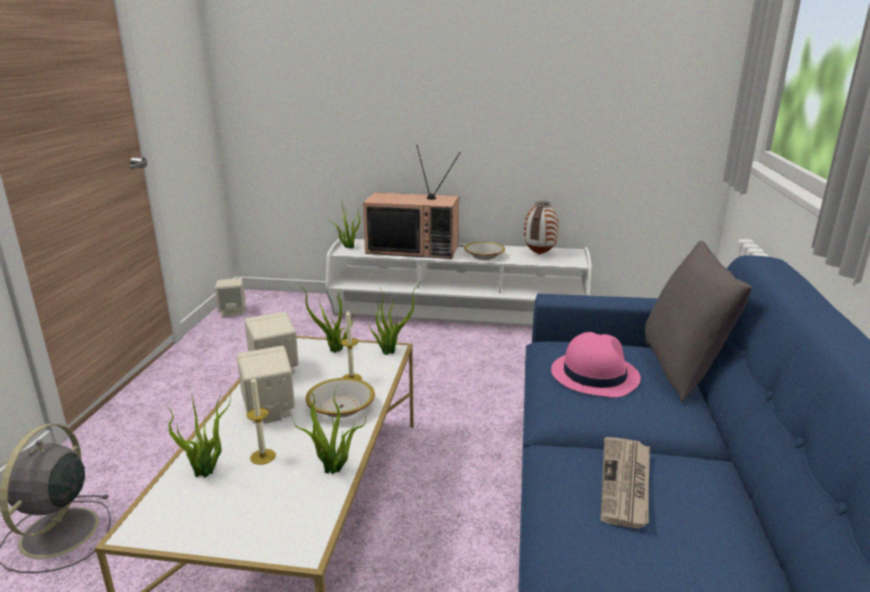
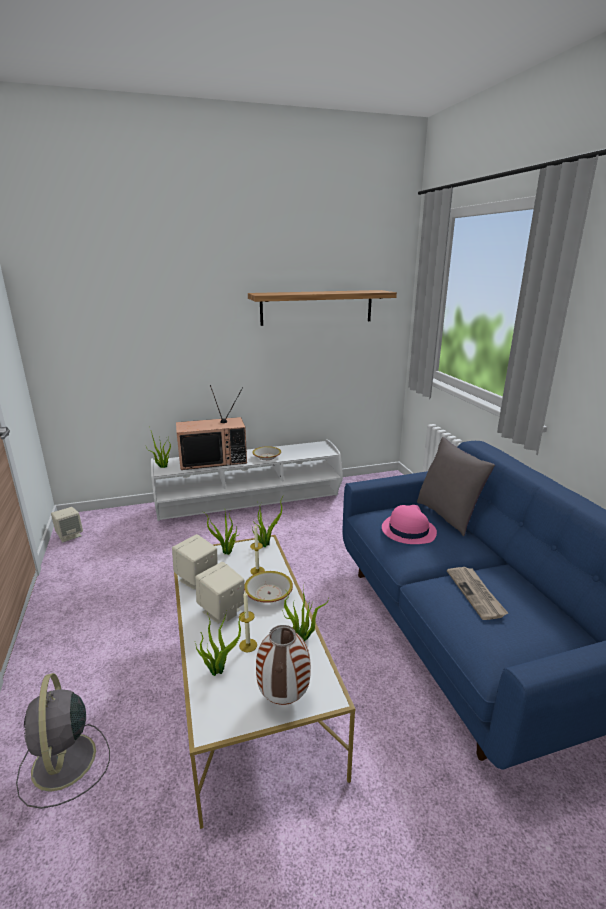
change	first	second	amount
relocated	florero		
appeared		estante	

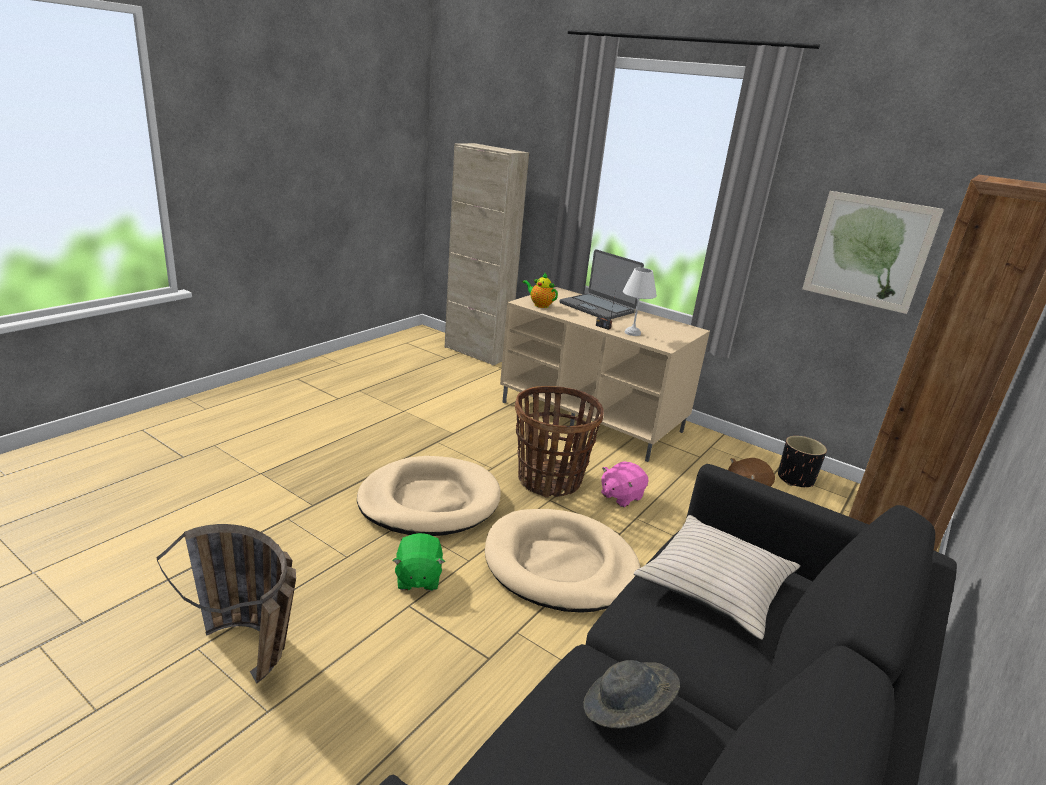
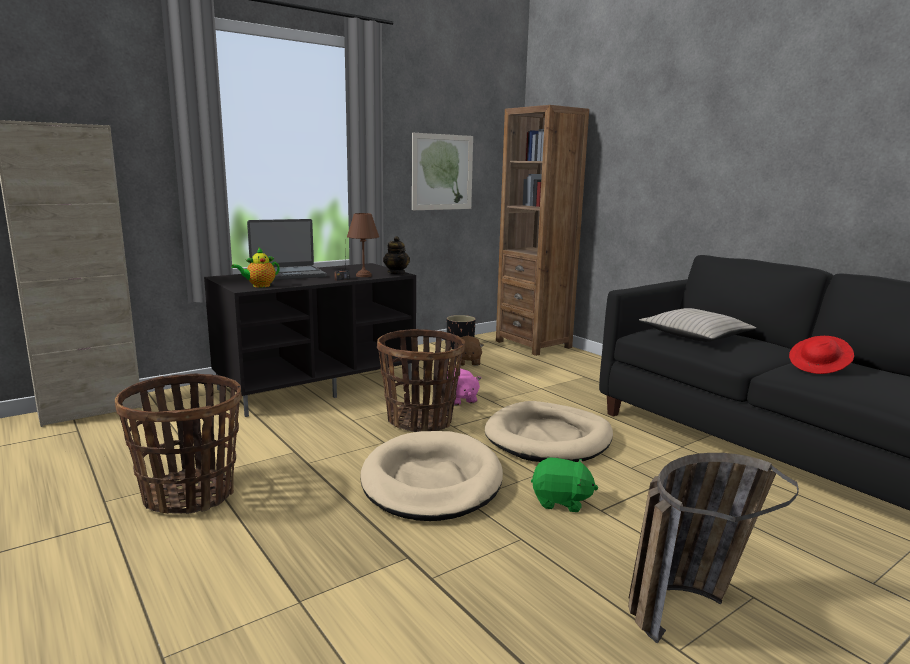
change	first	second	amount
colour	lámpara de mesa/blanco	lámpara de mesa/marrón	
colour	mueble de televisión/beis	mueble de televisión/negro	
colour	sombrero/gris	sombrero/rojo	
appeared		tetera (no. 2 from left)	
appeared		cesta (no. 1 from left)	

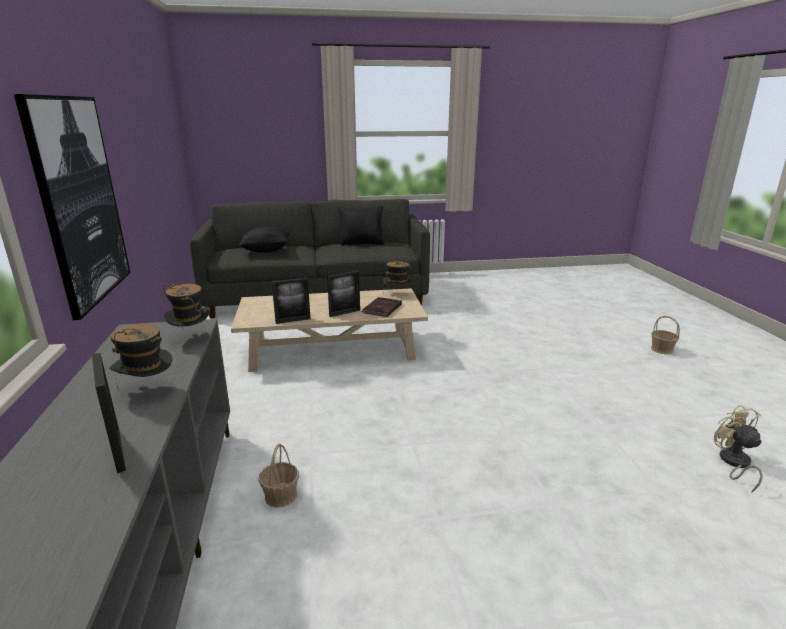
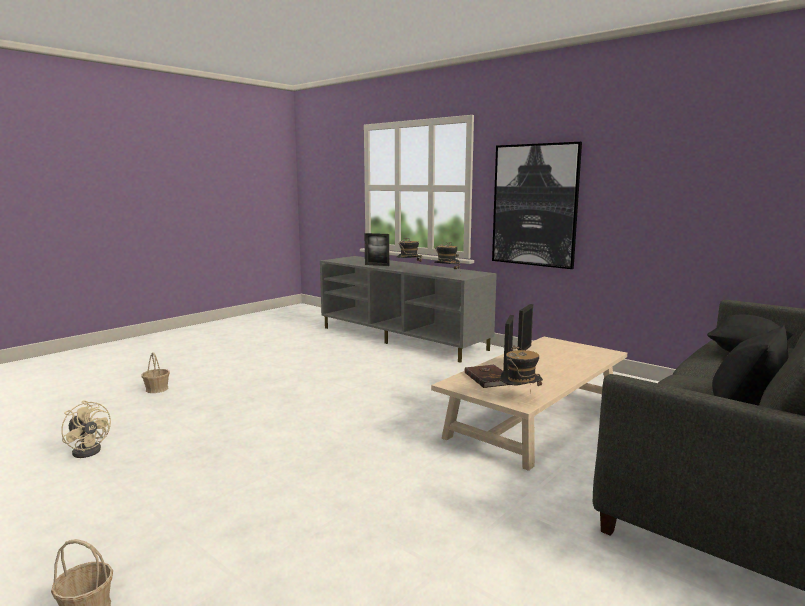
change	first	second	amount
relocated	cesta (no. 1 from left in the first image)	cesta (no. 2 from left)	

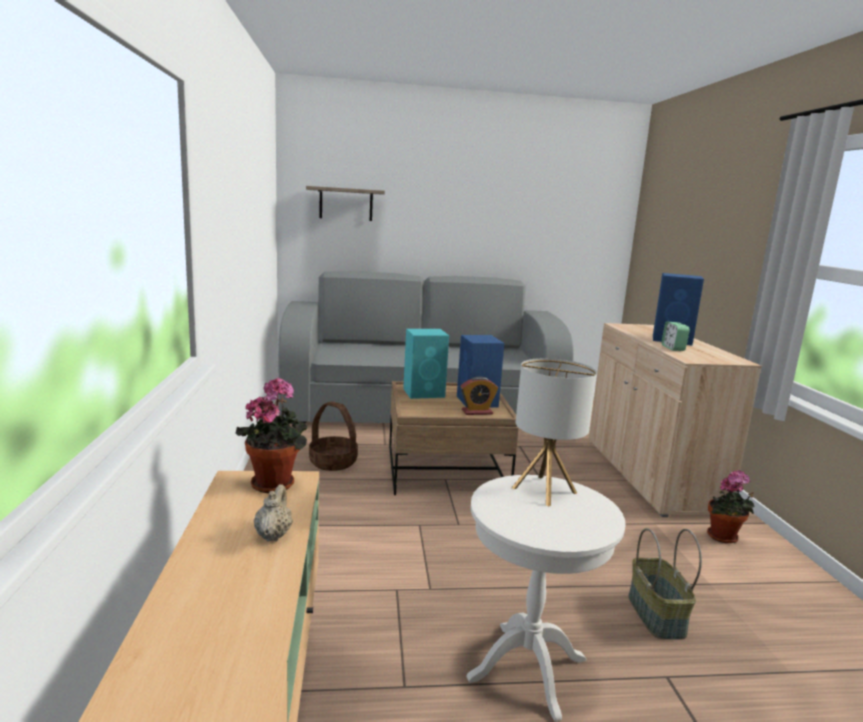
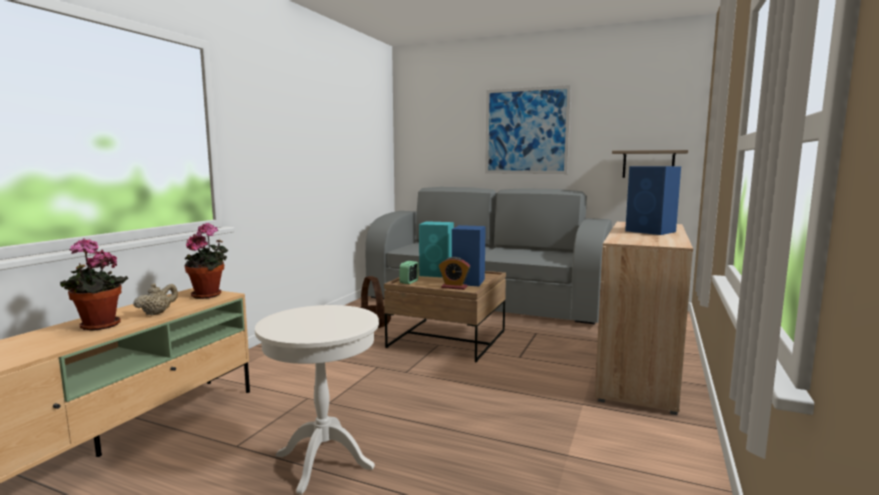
change	first	second	amount
relocated	estante		
relocated	despertador (no. 2 from left in the first image)	despertador (no. 1 from left)	
missing	lámpara de mesa		
relocated	planta en maceta (no. 2 from left in the first image)	planta en maceta (no. 1 from left)	
missing	cesta (no. 2 from left)		
appeared		cuadro	

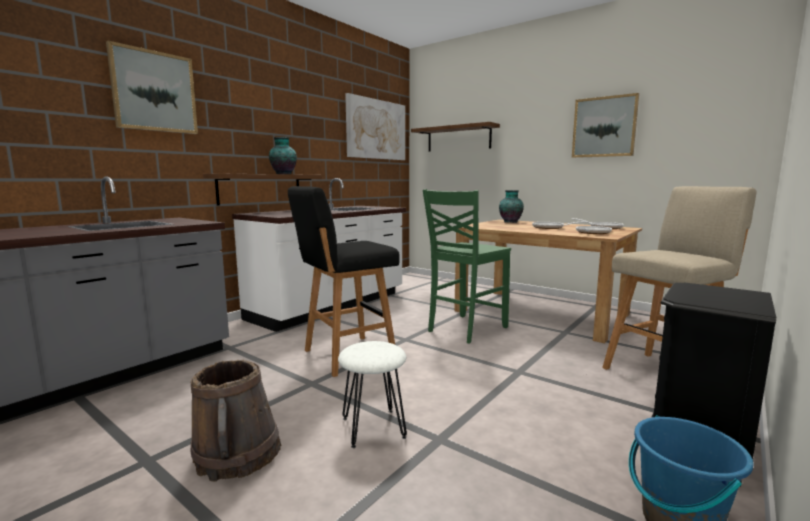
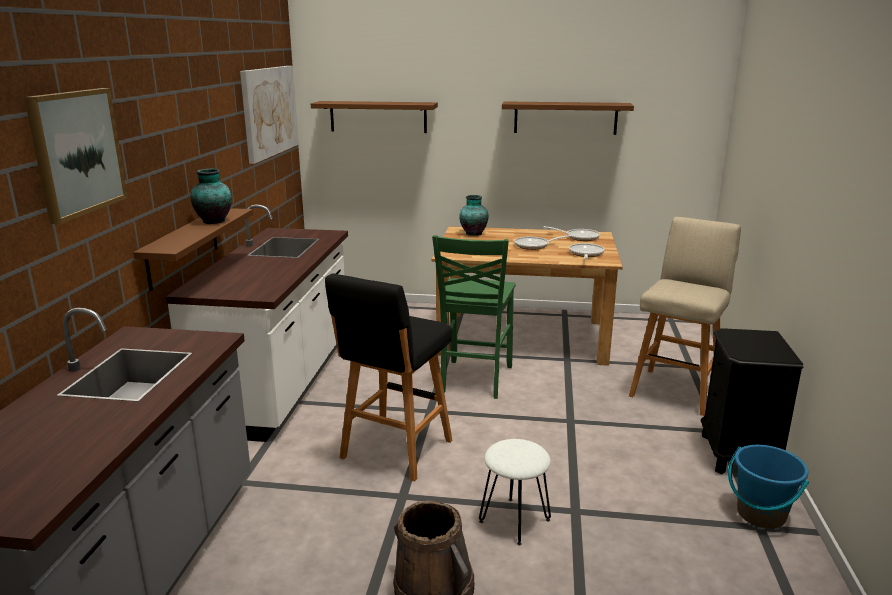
change	first	second	amount
exchanged	cuadro (no. 3 from left)	estante/marrón (no. 3 from left)	

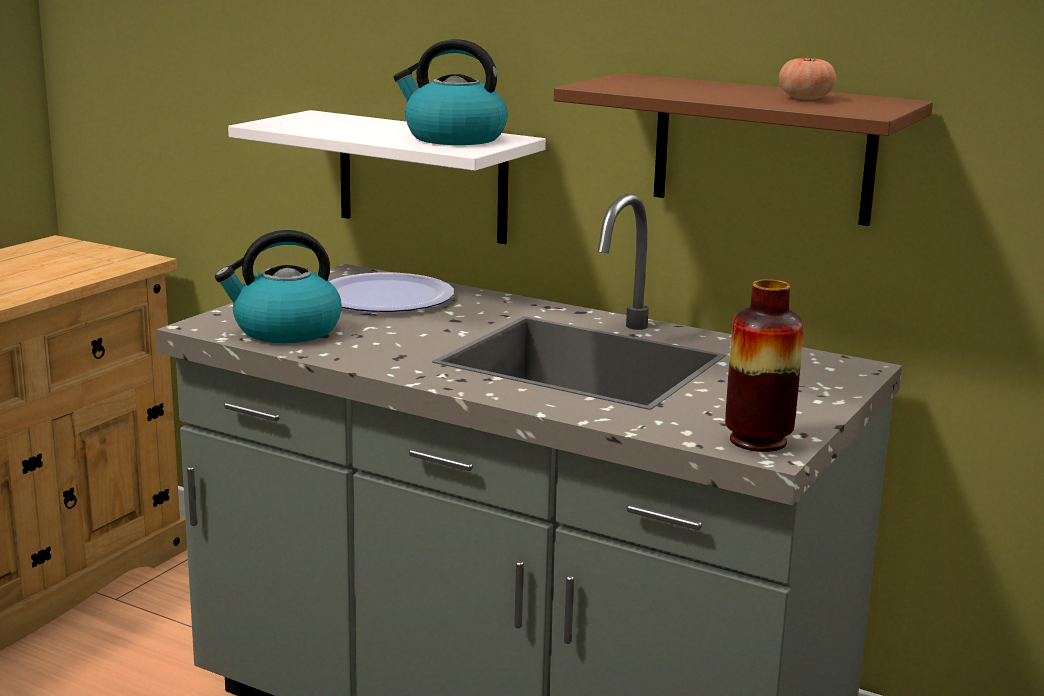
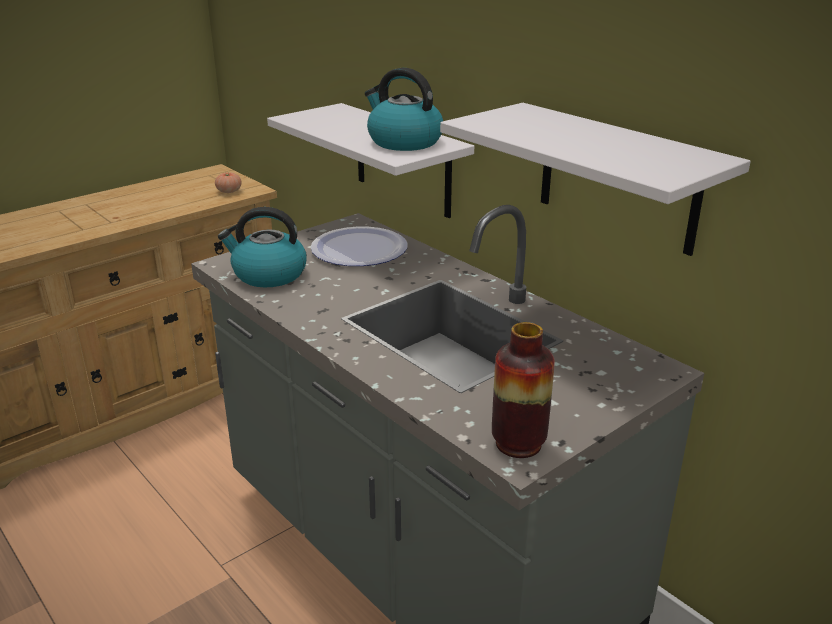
change	first	second	amount
relocated	tomate		
colour	estante/marrón	estante/blanco (no. 2 from left)	

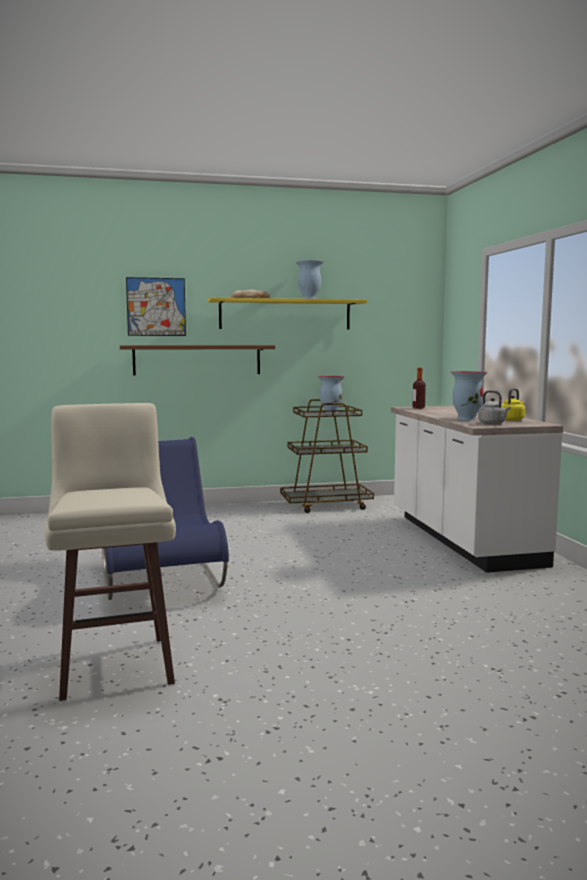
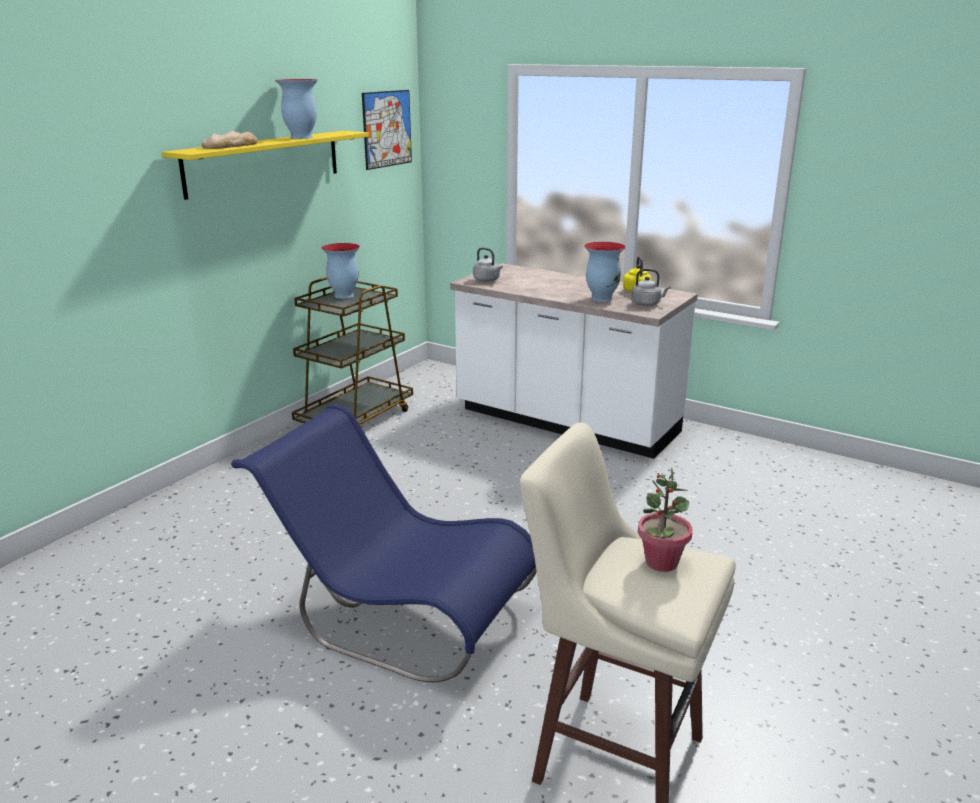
change	first	second	amount
relocated	cuadro		
missing	estante/marrón		
exchanged	botella	hervidor/gris (no. 1 from left)	
appeared		planta en maceta	

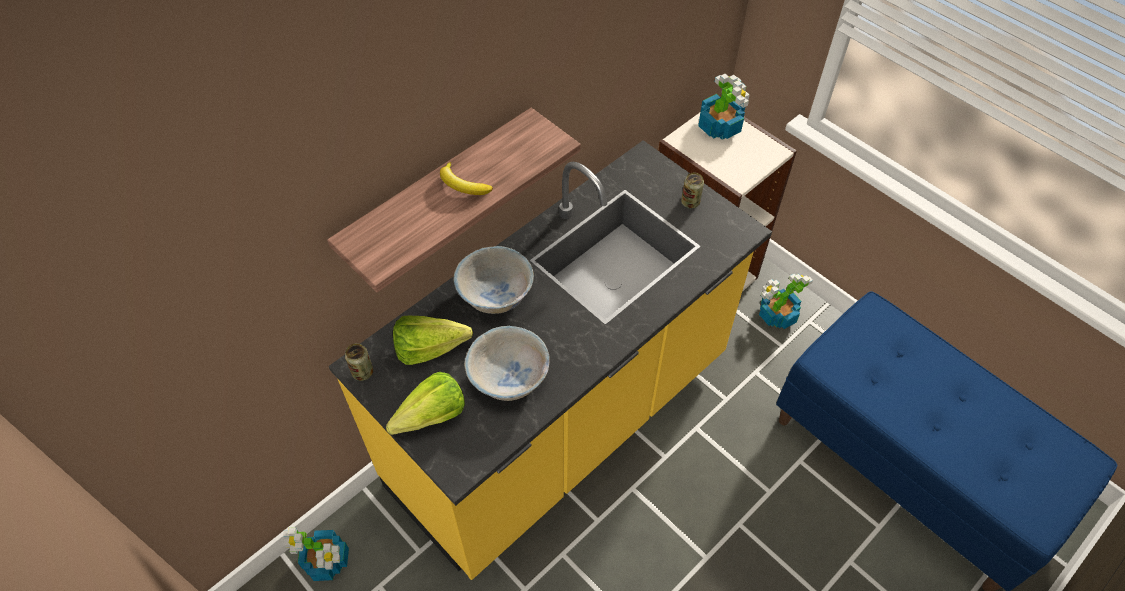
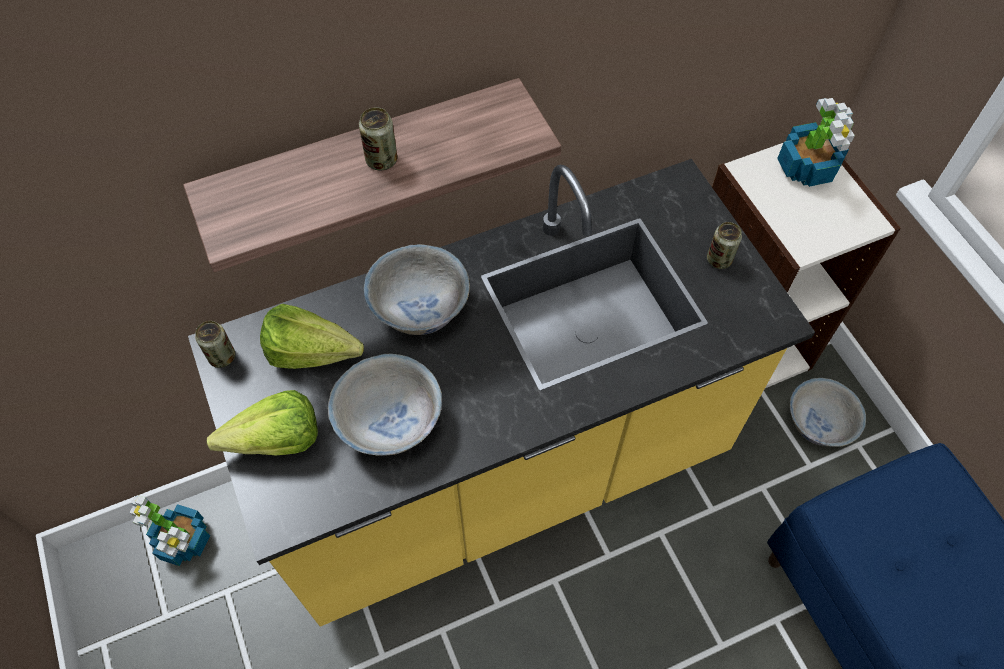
change	first	second	amount
exchanged	plátano	lata (no. 2 from left)	
exchanged	planta en maceta (no. 3 from left)	cuenco/blanco (no. 3 from left)	

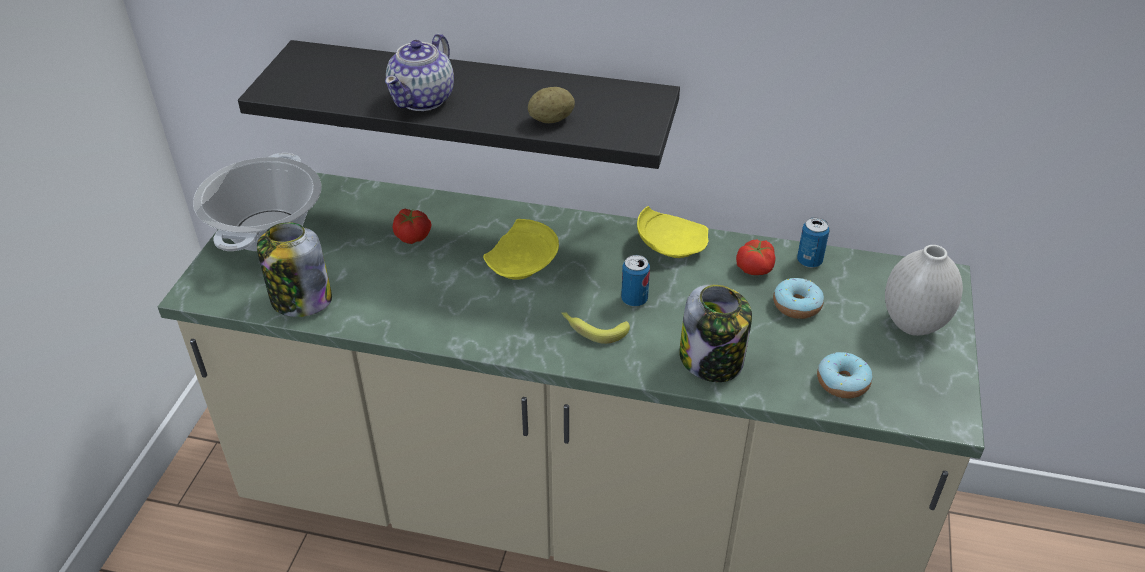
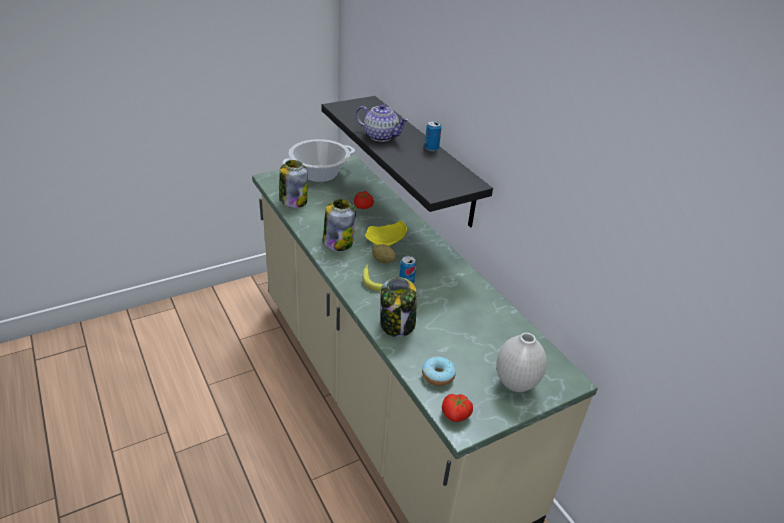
change	first	second	amount
spun	tetera		135 degrees counterclockwise
relocated	patata		
missing	plato/amarillo (no. 2 from left)		
relocated	lata (no. 2 from left)		
relocated	tomate (no. 2 from left)		
missing	rosquilla (no. 1 from left)		
appeared		tarro (no. 2 from left)	

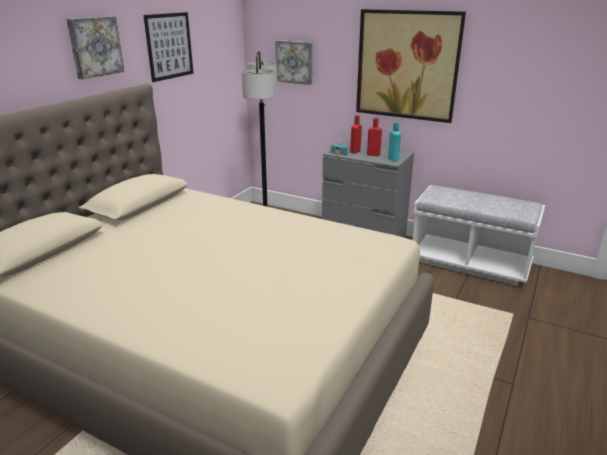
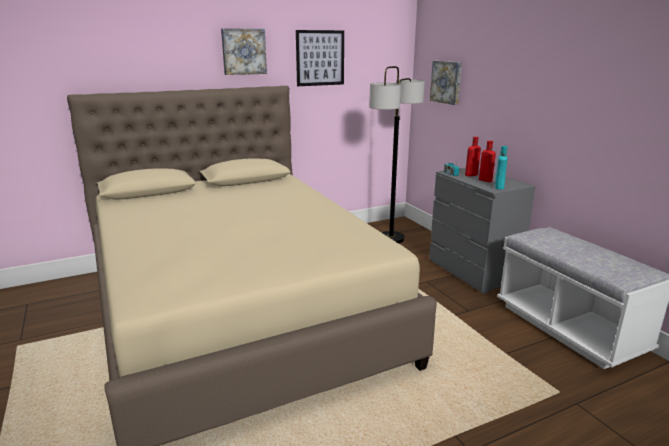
change	first	second	amount
missing	cuadro (no. 4 from left)		

